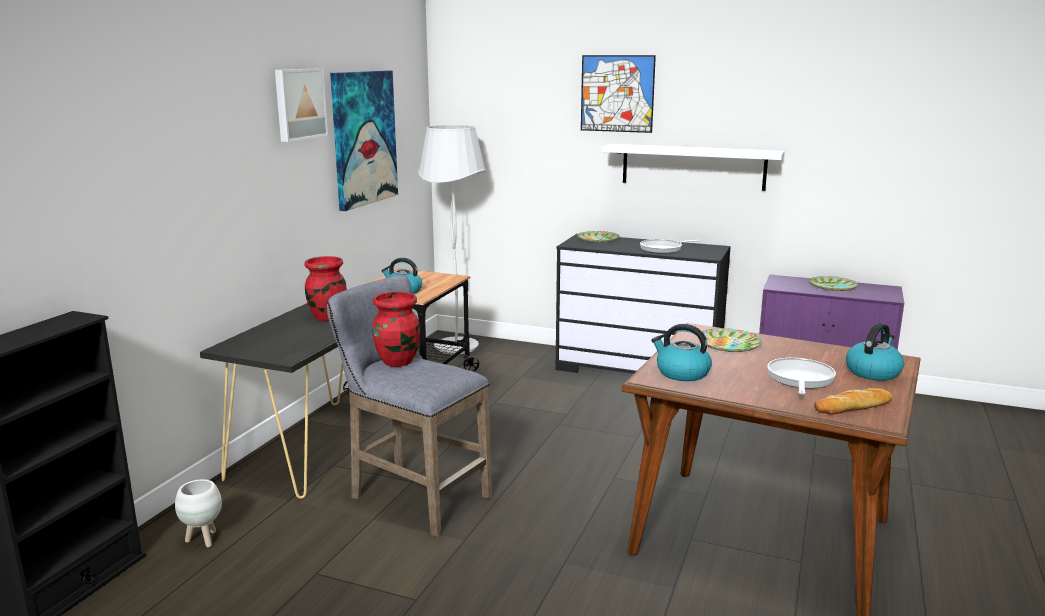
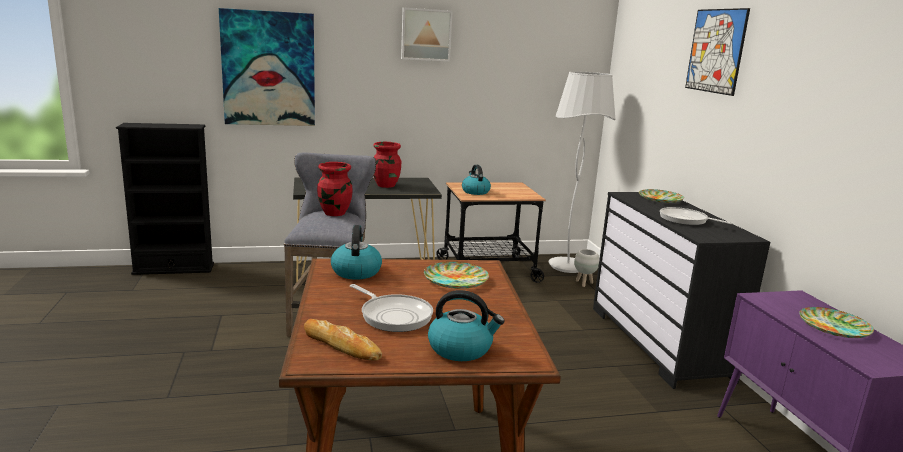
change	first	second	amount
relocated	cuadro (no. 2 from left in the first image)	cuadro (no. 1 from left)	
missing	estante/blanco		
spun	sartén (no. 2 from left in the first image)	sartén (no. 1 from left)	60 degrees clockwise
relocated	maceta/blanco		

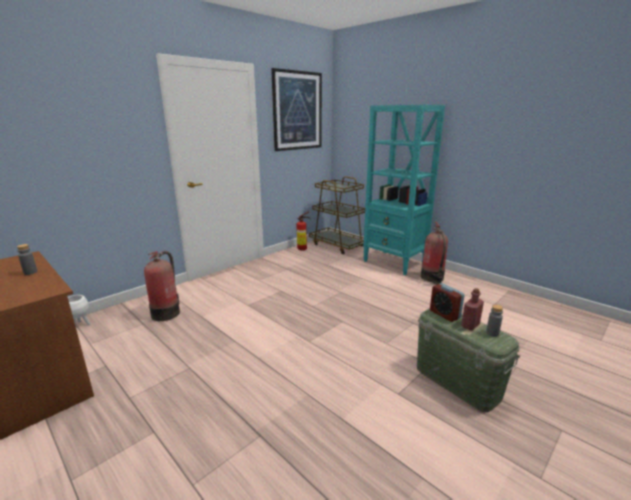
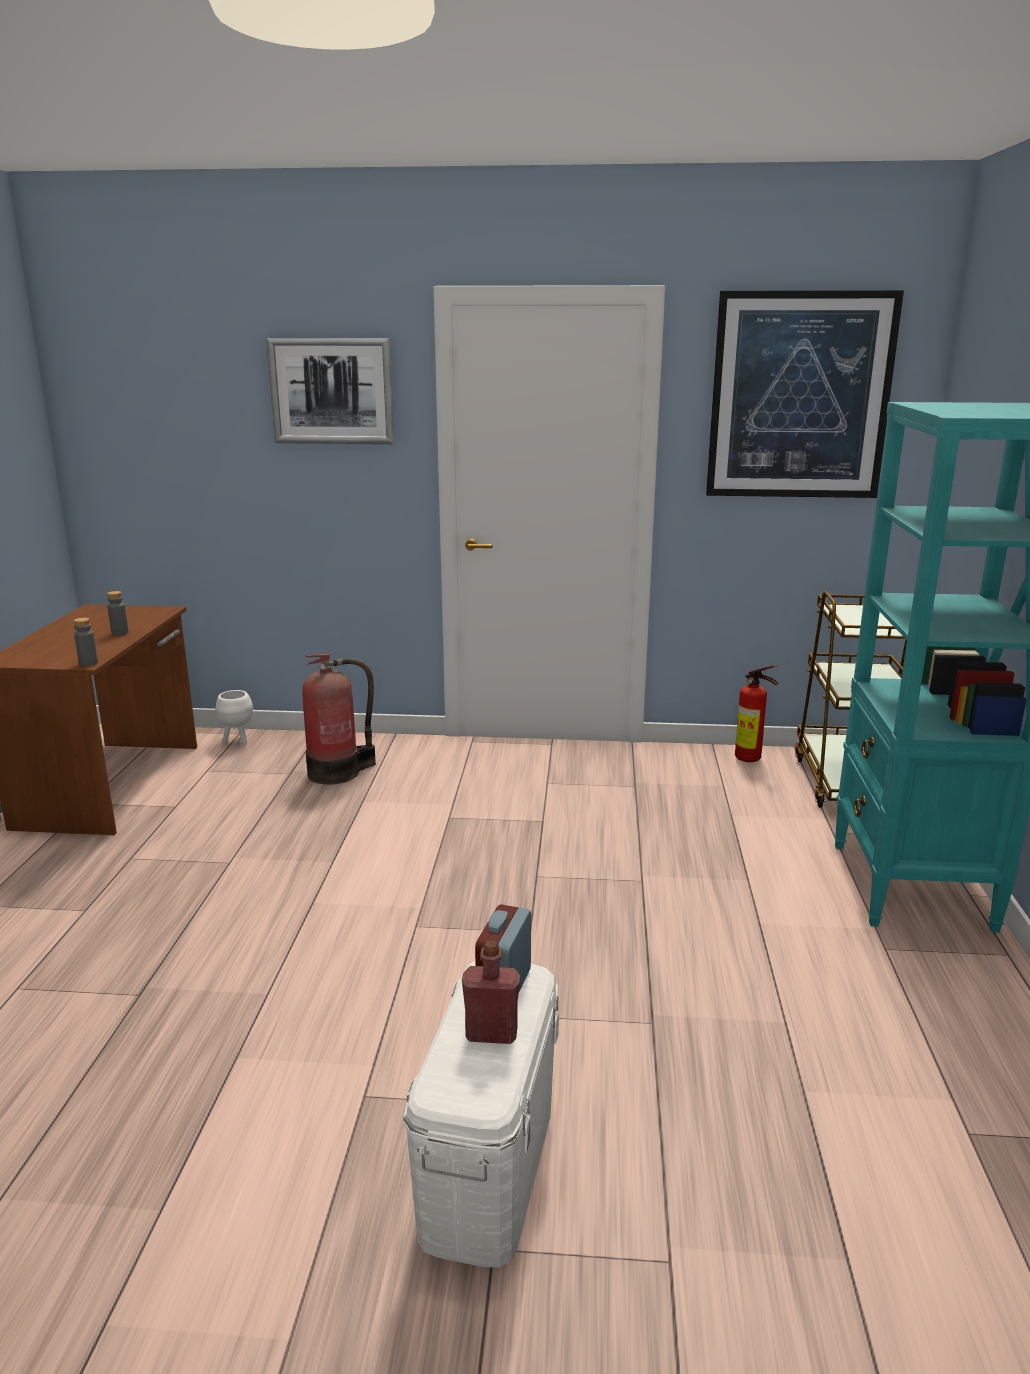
change	first	second	amount
missing	extintor (no. 3 from left)		
relocated	botella/gris (no. 2 from left in the first image)	botella/gris (no. 1 from left)	
colour	caja de almacenaje/verde	caja de almacenaje/blanco	
appeared		cuadro (no. 1 from left)	

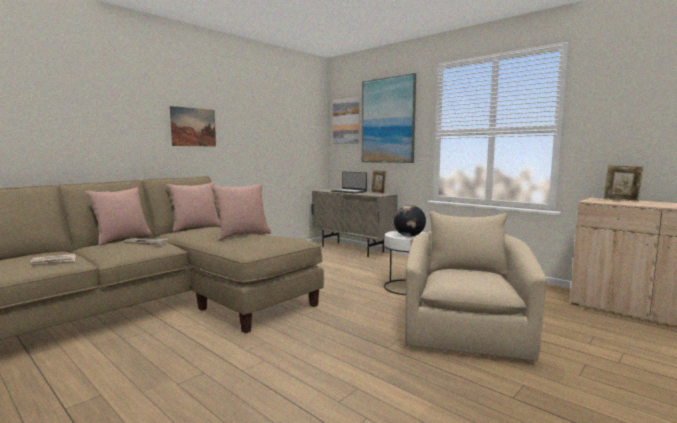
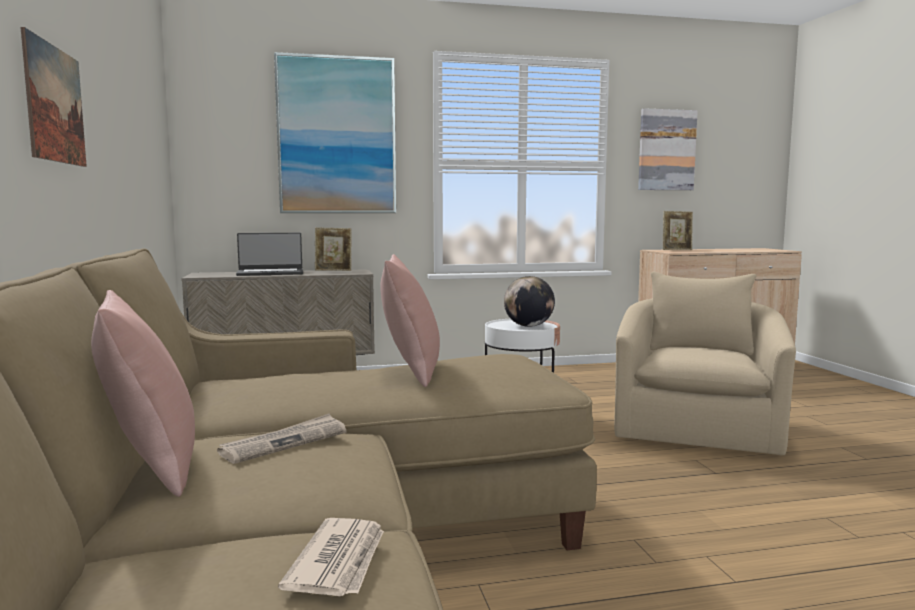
change	first	second	amount
relocated	cuadro (no. 2 from left in the first image)	cuadro (no. 3 from left)	
missing	cojín/rosa (no. 2 from left)		
spun	sillón/beis		60 degrees clockwise

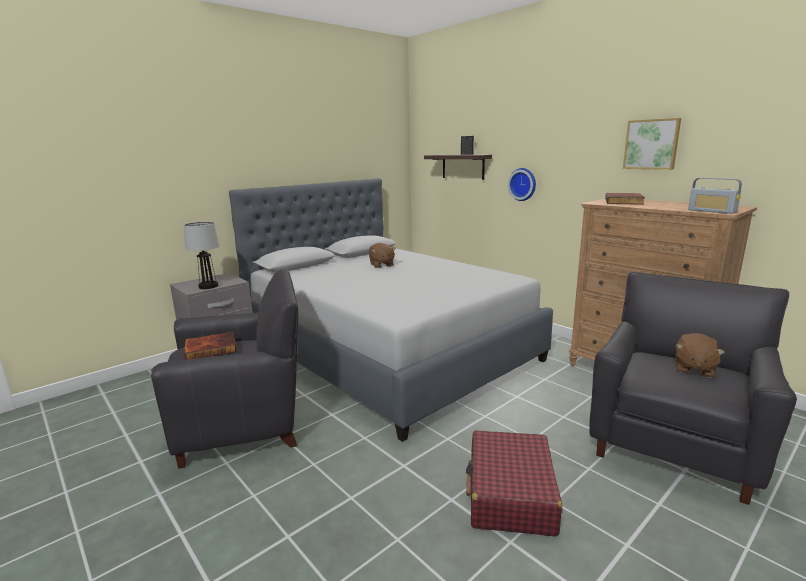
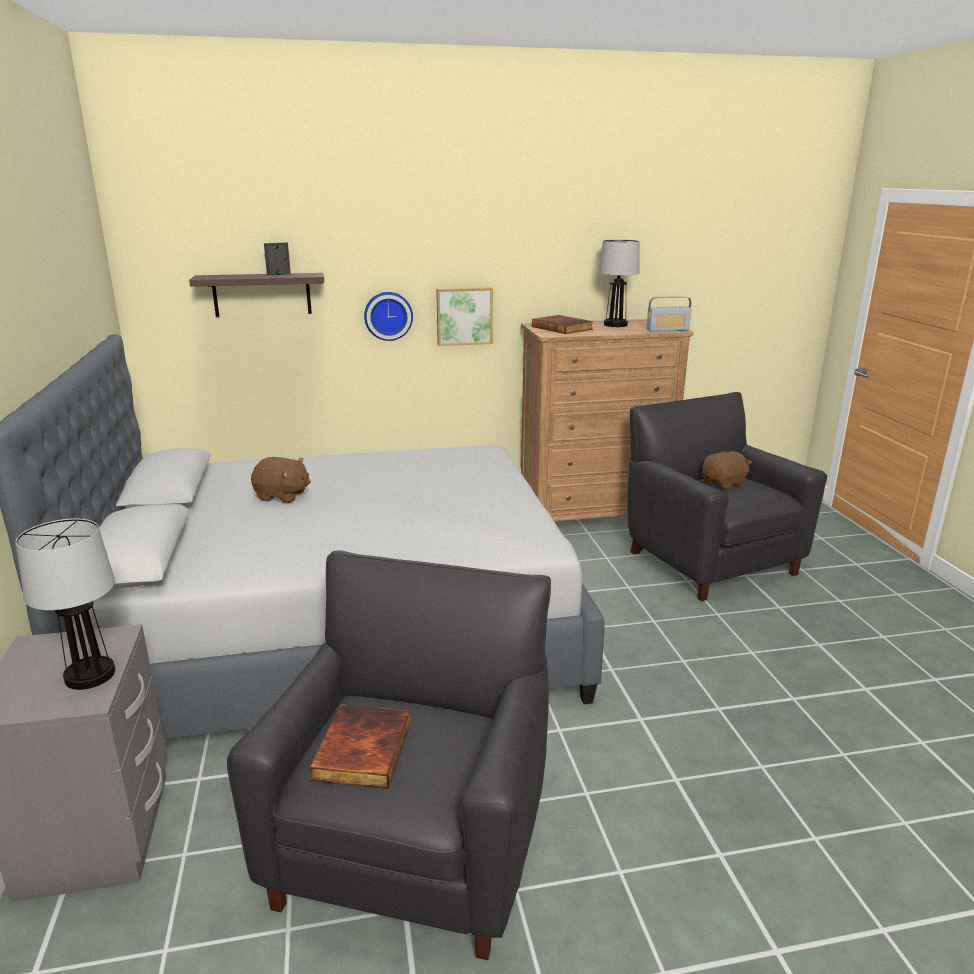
change	first	second	amount
relocated	cuadro		
spun	peluche/marrón (no. 2 from left)		90 degrees counterclockwise
missing	maleta/rojo		
appeared		lámpara de mesa (no. 2 from left)	

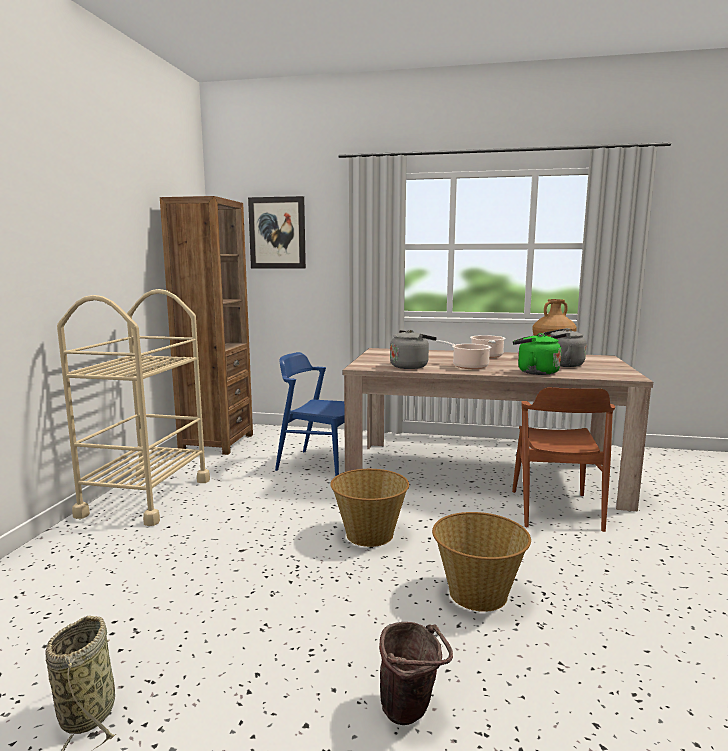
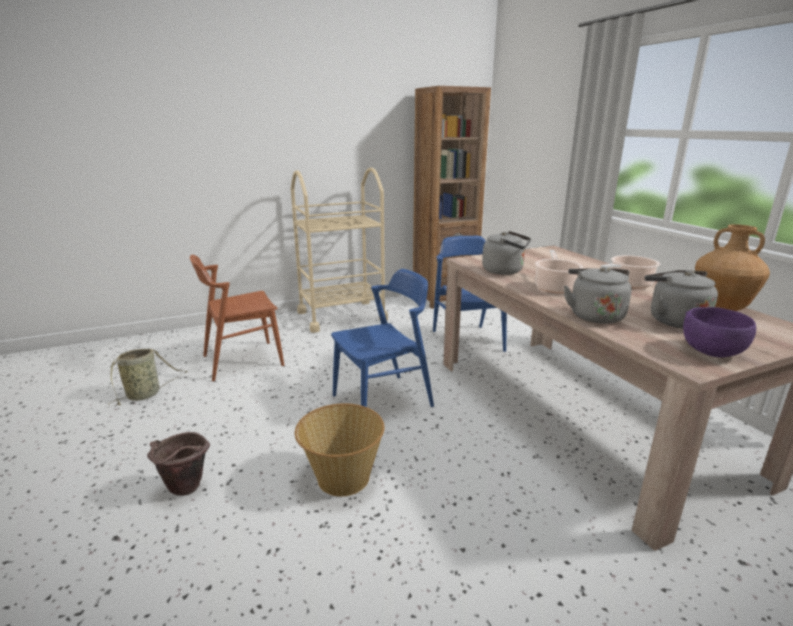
change	first	second	amount
missing	cuadro		
colour	hervidor/verde	hervidor/gris (no. 2 from left)	
relocated	silla/marrón		
exchanged	cesta (no. 2 from left)	silla/azul (no. 1 from left)	
appeared		cuenco/morado	

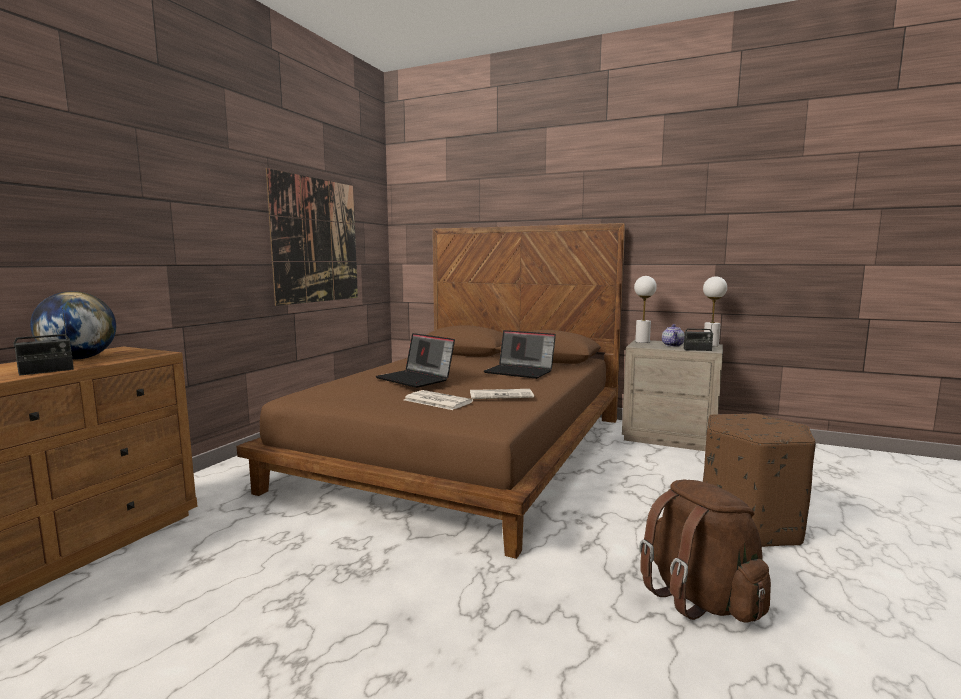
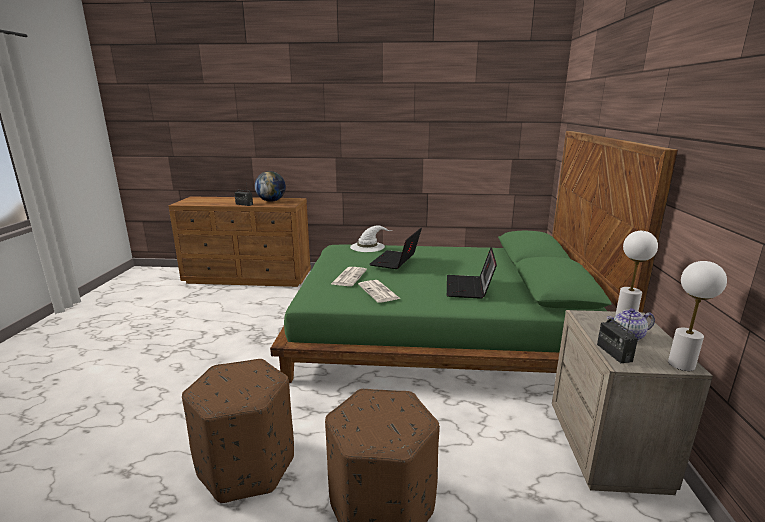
change	first	second	amount
missing	cuadro		
colour	cama/marrón	cama/verde	
exchanged	mochila/marrón	puf/marrón (no. 1 from left)	
appeared		sombrero/blanco	

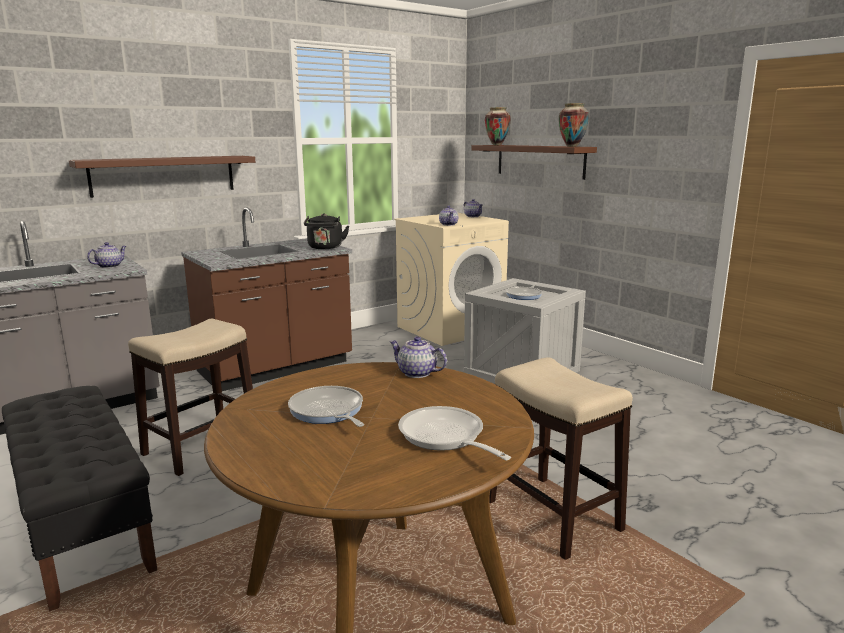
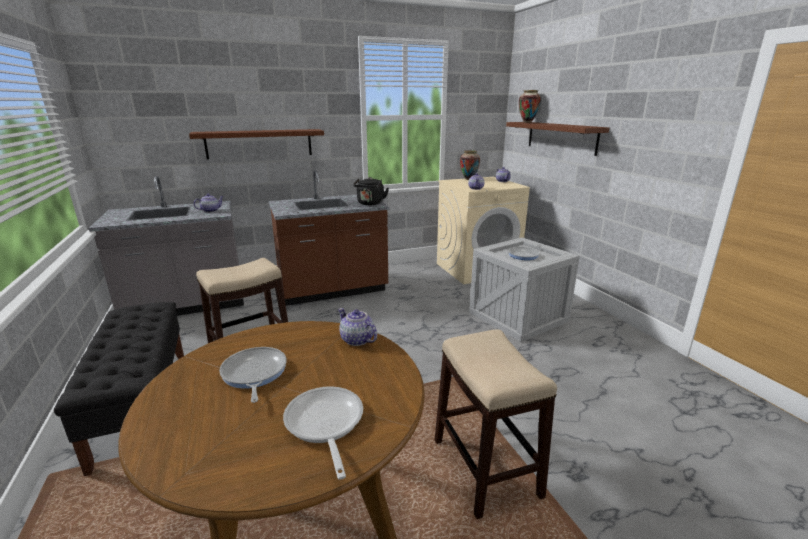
change	first	second	amount
relocated	florero (no. 2 from left in the first image)	florero (no. 1 from left)	

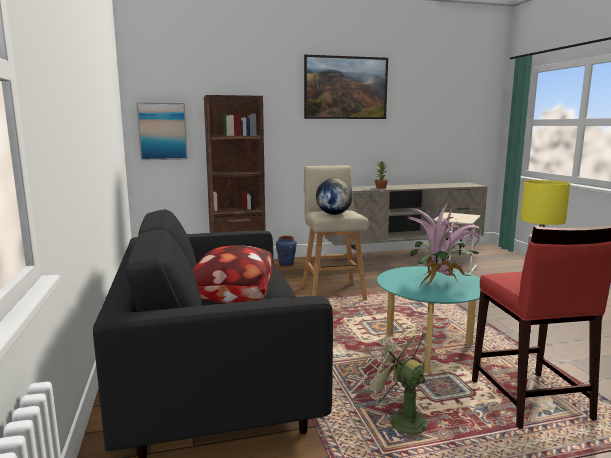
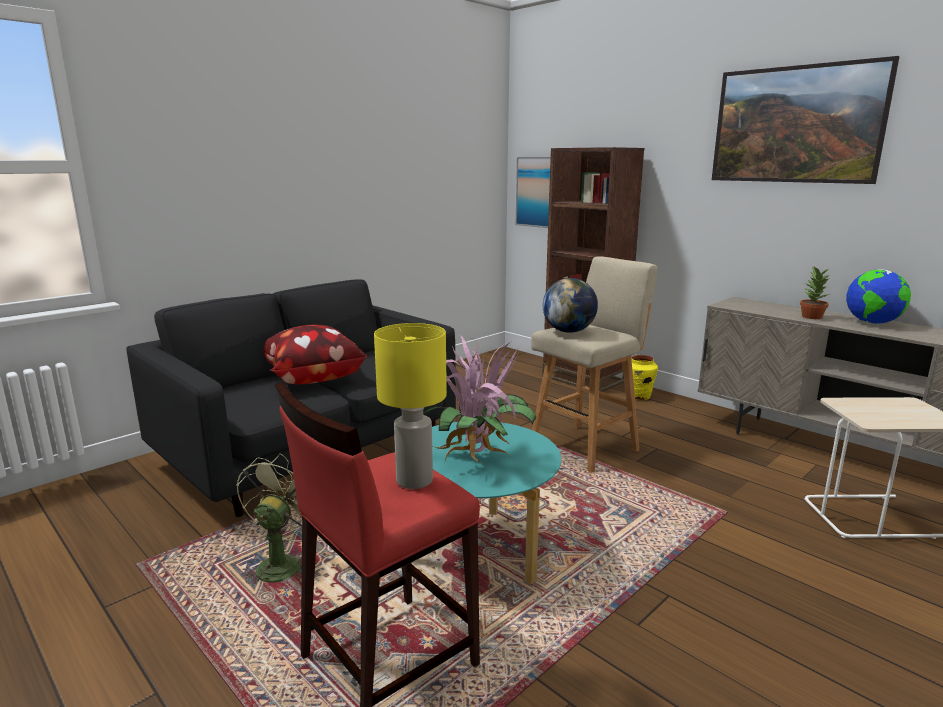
change	first	second	amount
colour	florero/azul	florero/amarillo	
appeared		globo terráqueo (no. 2 from left)	

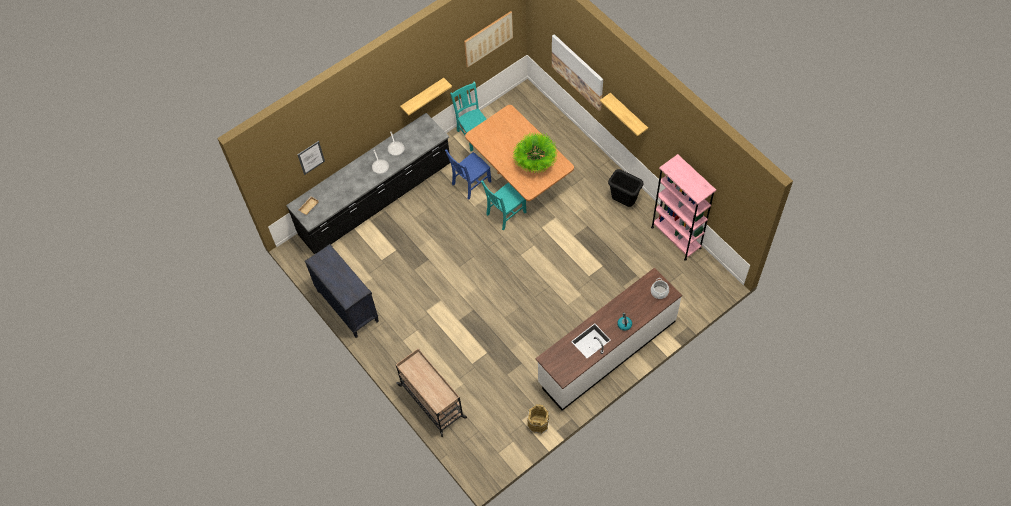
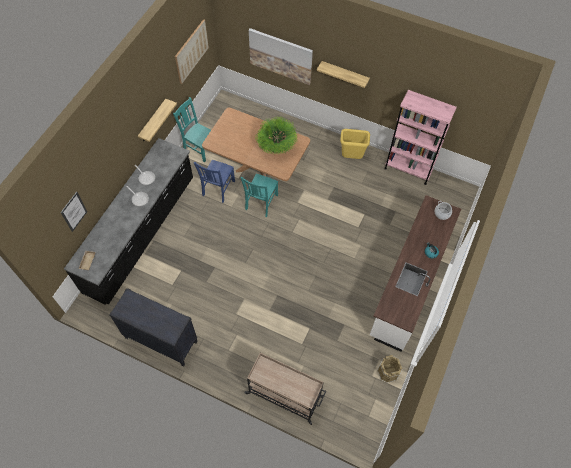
change	first	second	amount
colour	papelera/negro	papelera/amarillo	

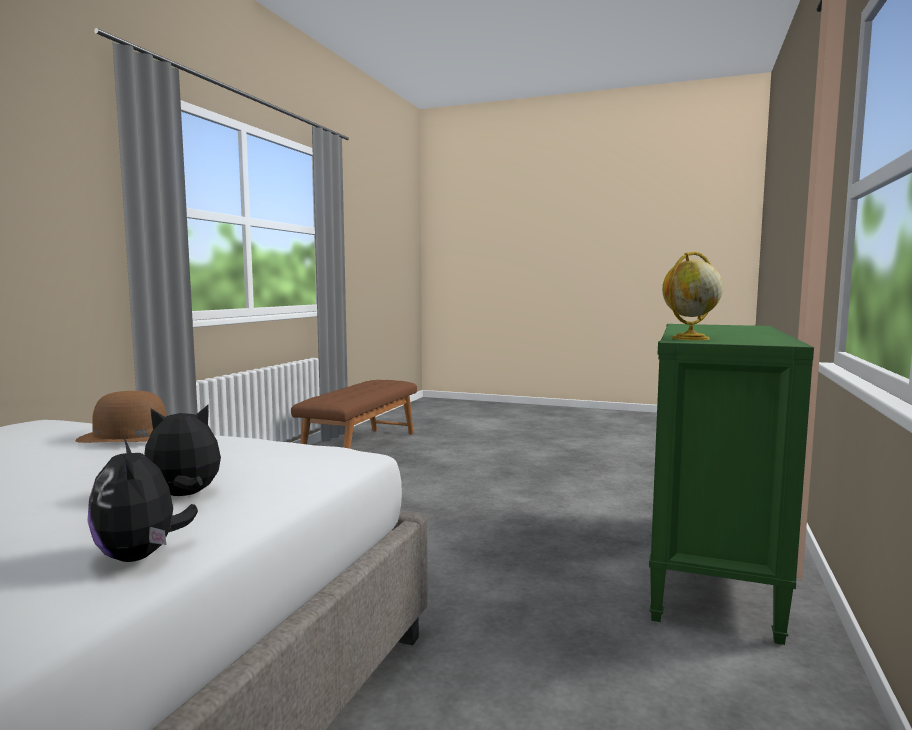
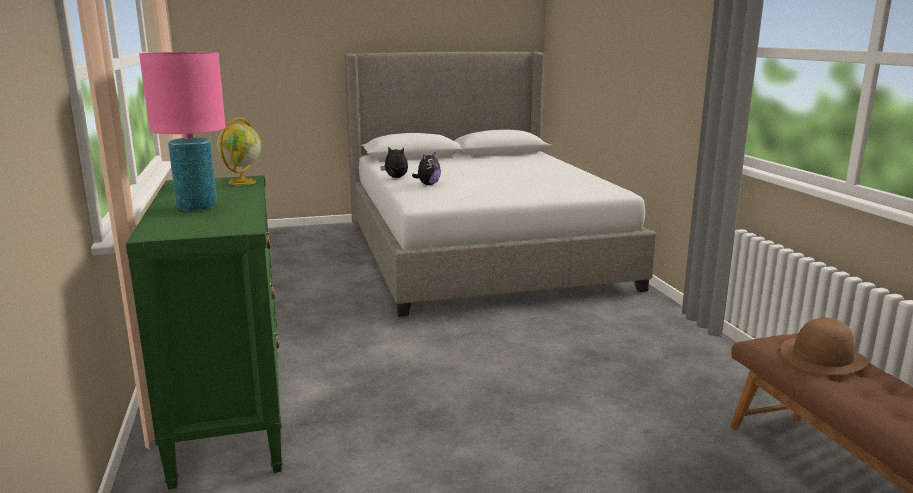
change	first	second	amount
relocated	sombrero/marrón		
appeared		lámpara de mesa/rosa	

